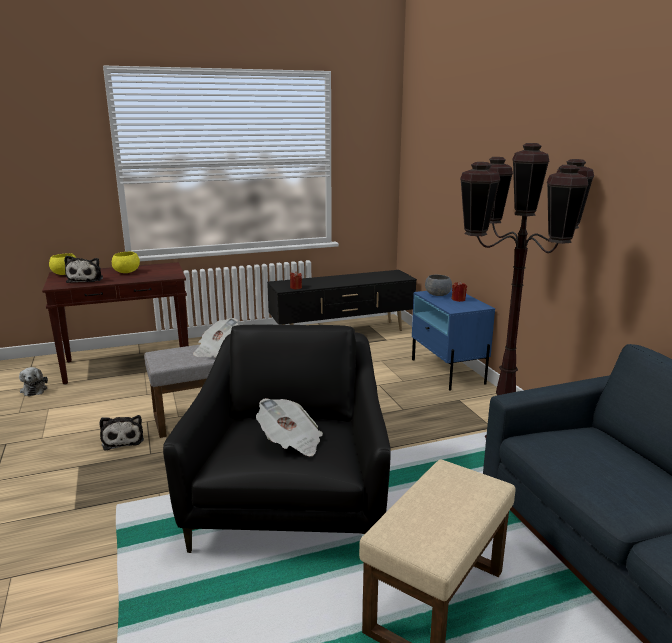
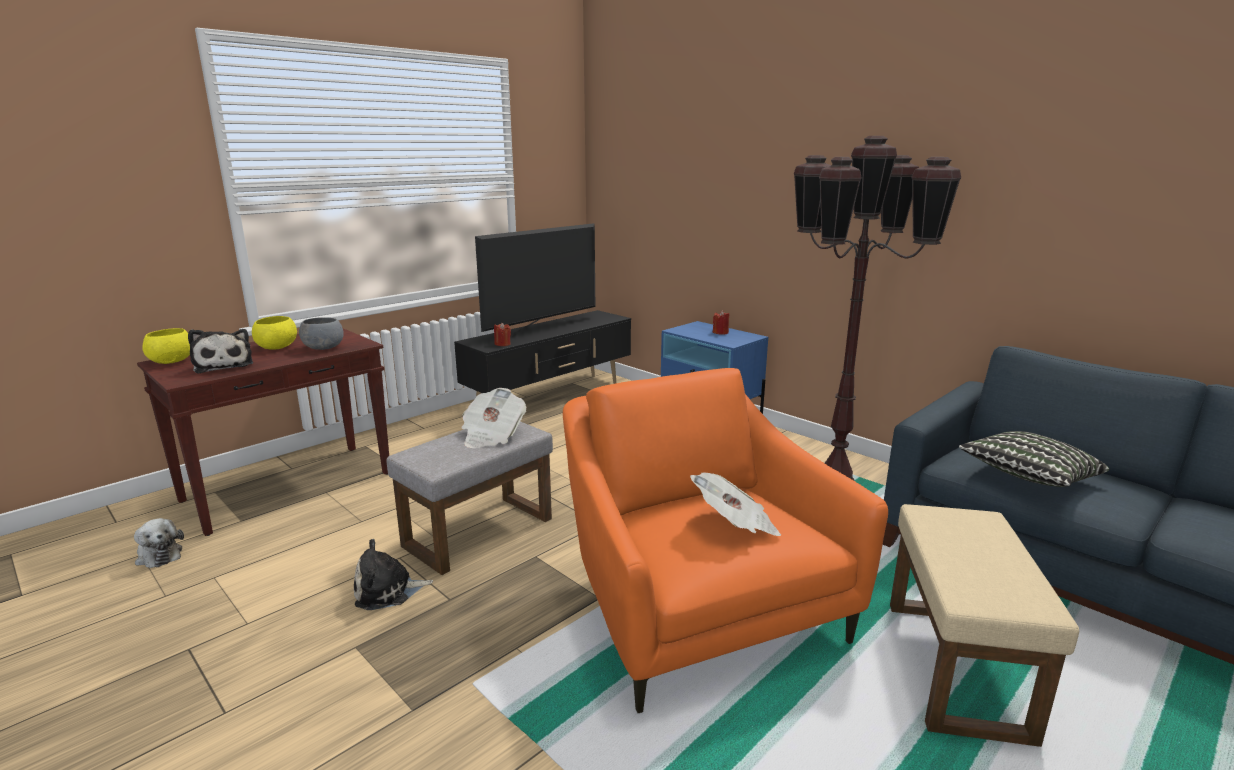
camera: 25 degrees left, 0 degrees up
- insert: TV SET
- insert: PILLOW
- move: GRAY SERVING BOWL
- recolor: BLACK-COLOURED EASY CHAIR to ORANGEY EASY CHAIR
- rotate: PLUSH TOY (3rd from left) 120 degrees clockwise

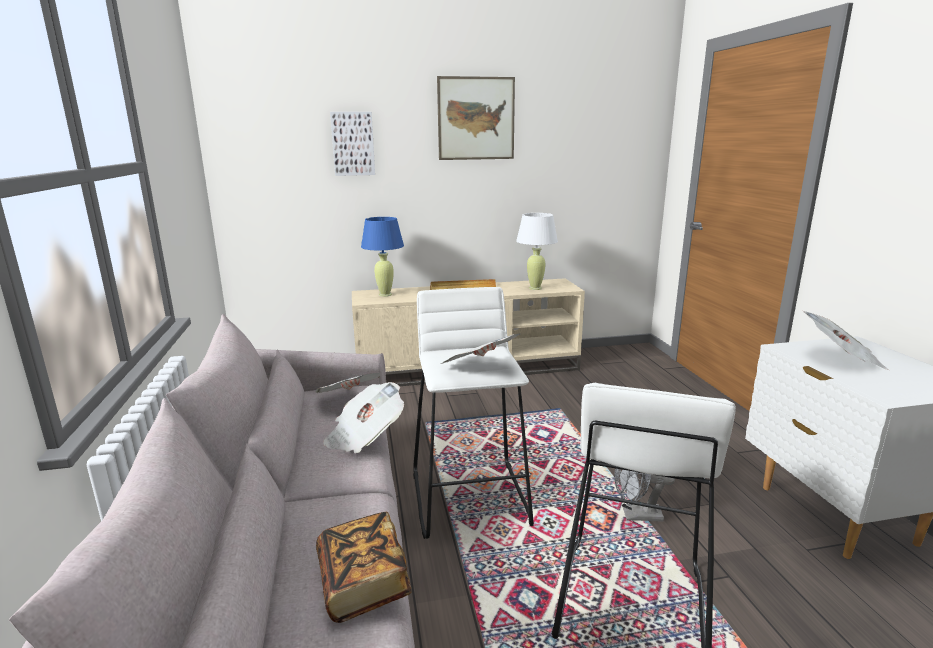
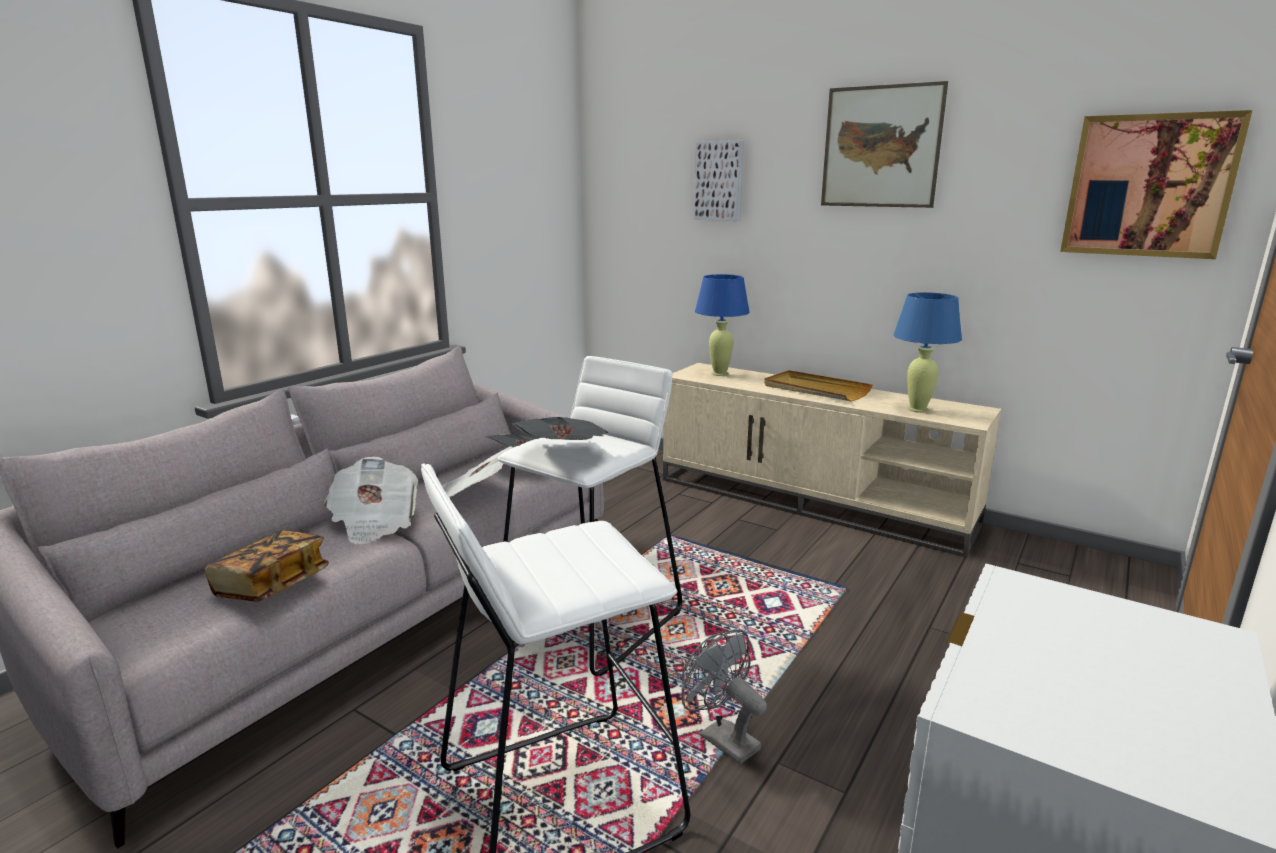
camera: 45 degrees right, 0 degrees up
- insert: PICTURE (3rd from left)
- move: DAILY PAPER (4th from left in the first image) to DAILY PAPER (1st from left)
- recolor: WHITE TABLETOP LAMP to BLUE TABLETOP LAMP (2nd from left)

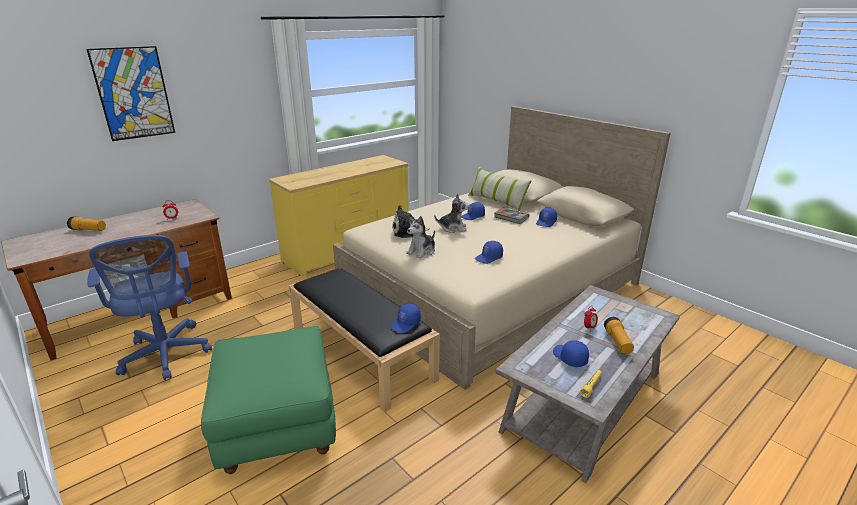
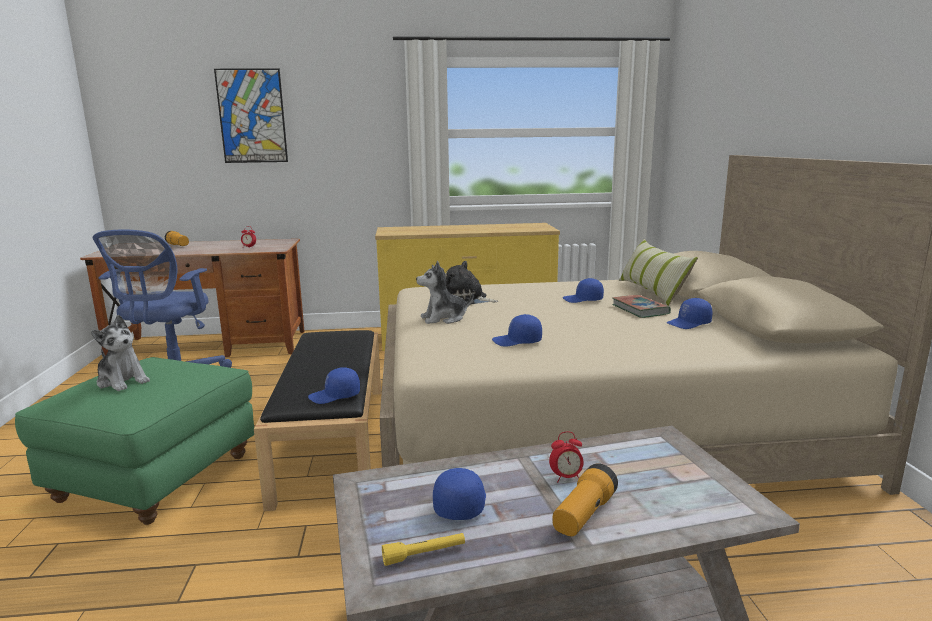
camera: 35 degrees right, 10 degrees down
- move: PLUSH TOY (3rd from left in the first image) to PLUSH TOY (1st from left)

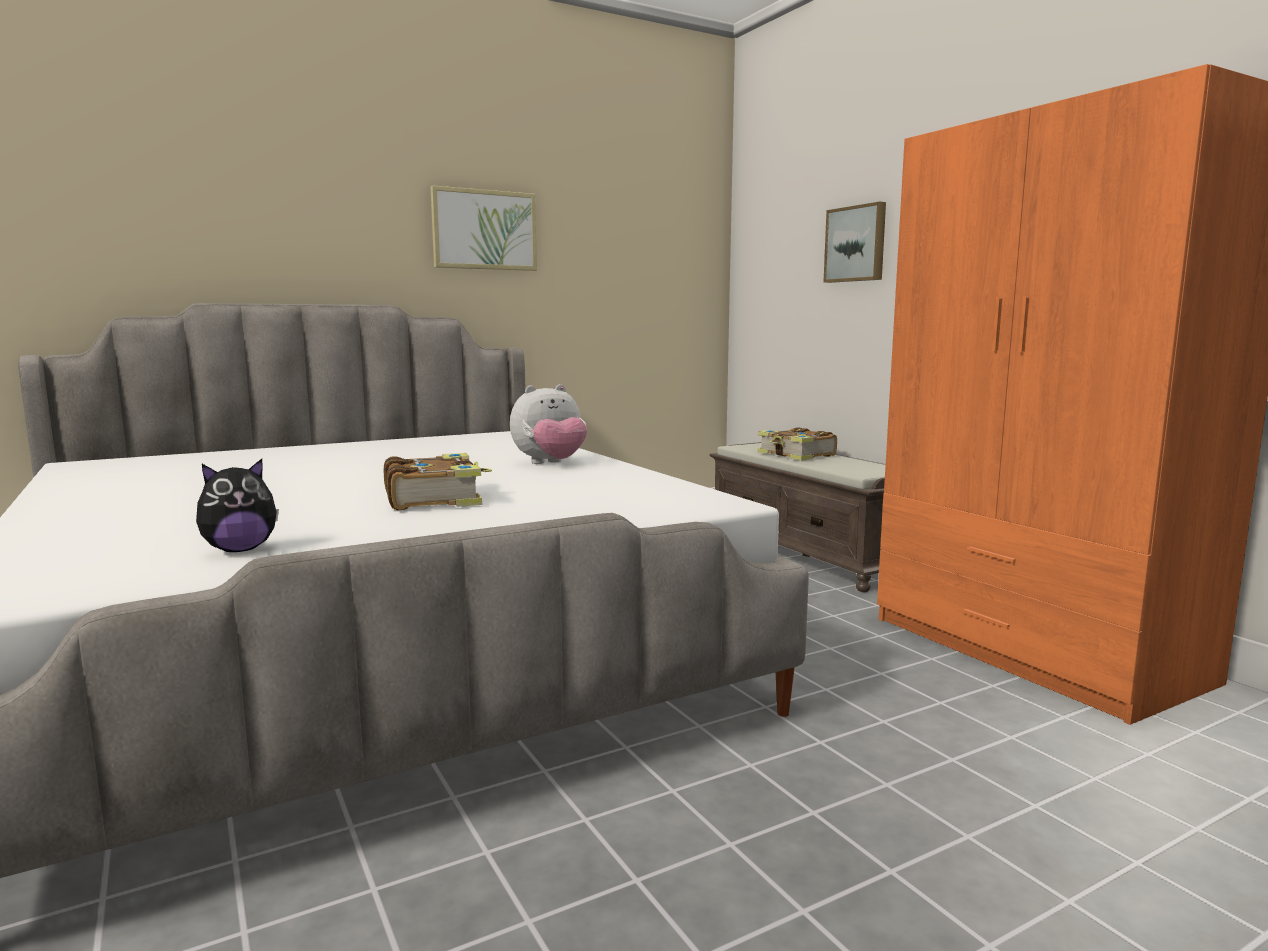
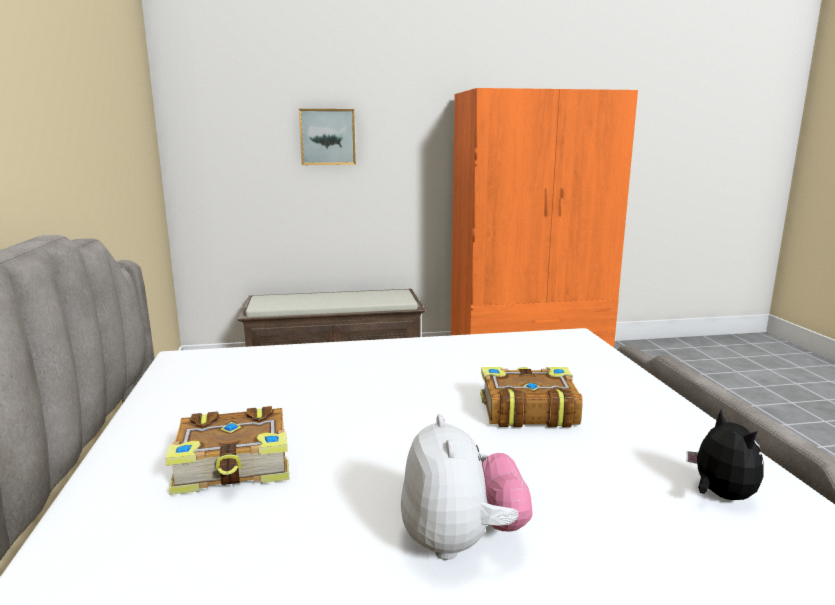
camera: 70 degrees left, 5 degrees up
- delete: PICTURE (1st from left)
- move: PLUSH TOY (2nd from left in the first image) to PLUSH TOY (1st from left)
- move: BOOK (2nd from left in the first image) to BOOK (1st from left)

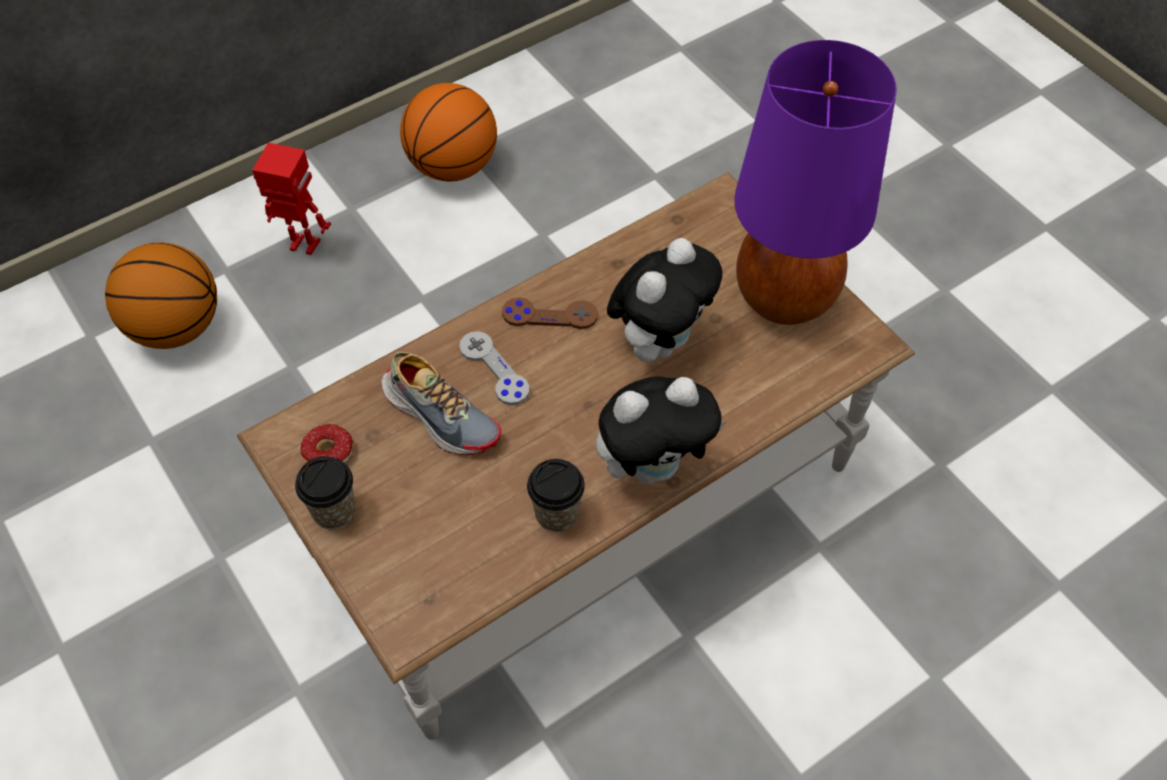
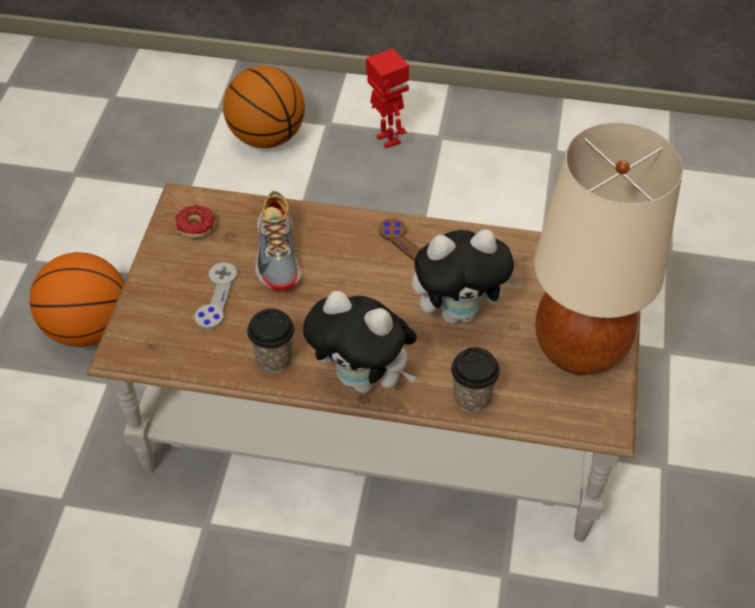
camera: 45 degrees right, 5 degrees down
- move: SMALL CUP (1st from left in the first image) to SMALL CUP (2nd from left)
- move: BASKETBALL (2nd from left in the first image) to BASKETBALL (1st from left)
- move: GRAY GAMEPAD
- recolor: PURPLISH TABLETOP LAMP to BEIGE-COLOURED TABLETOP LAMP

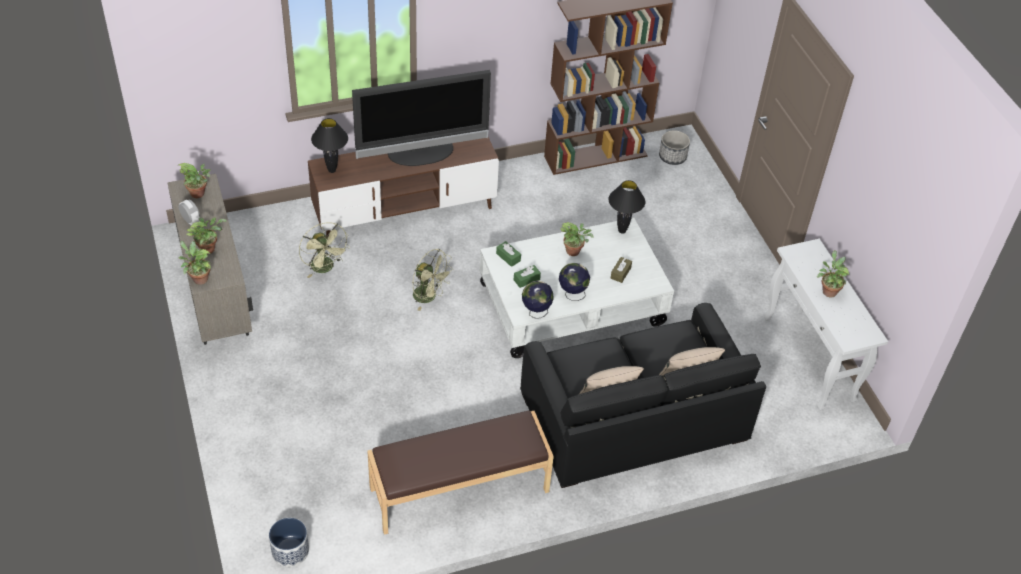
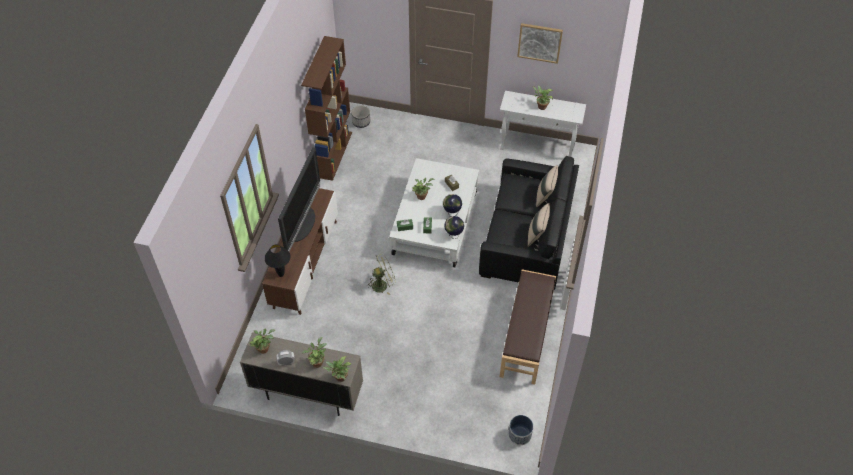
camera: 55 degrees left, 5 degrees up
- delete: GREENISH COOLING FAN (1st from left)
- delete: BLACK-COLOURED TABLETOP LAMP (2nd from left)
- insert: PICTURE

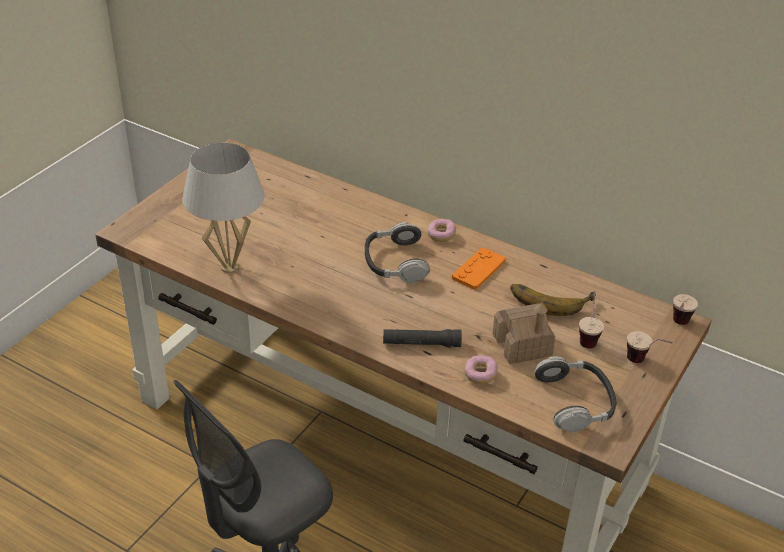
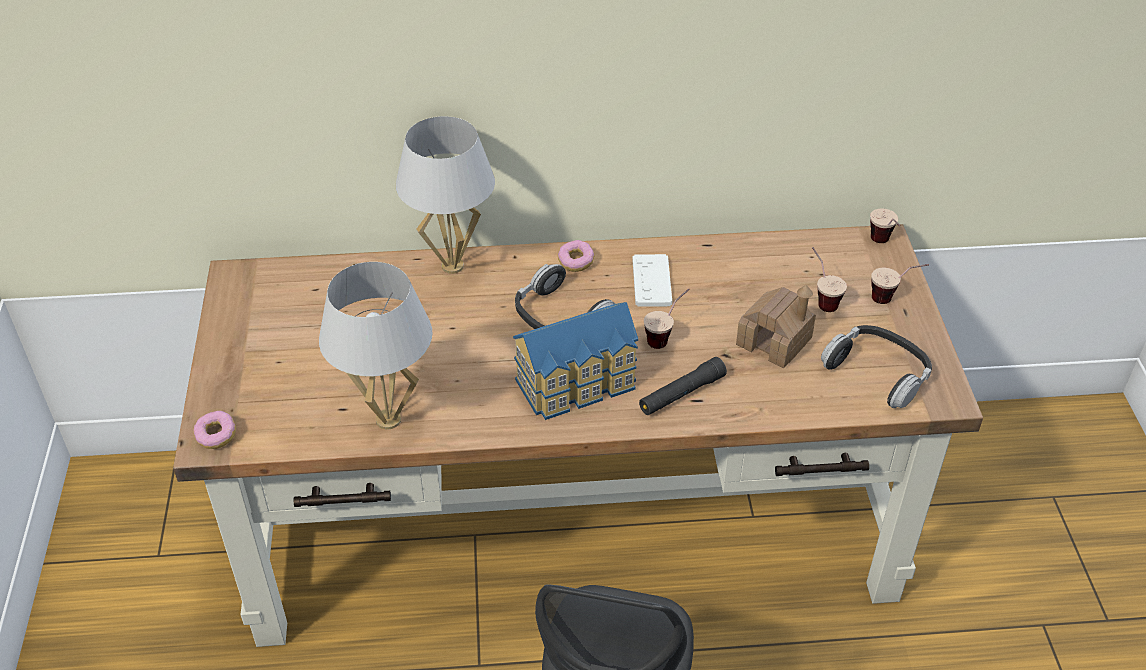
camera: 35 degrees left, 5 degrees up
- delete: BANANA FRUIT
- insert: WHITE TABLETOP LAMP (2nd from left)
- insert: TOY HOUSE (1st from left)
- insert: SMALL CUP (1st from left)
- move: RING DOUGHNUT (2nd from left in the first image) to RING DOUGHNUT (1st from left)
- recolor: ORANGEY GAMEPAD to WHITE GAMEPAD

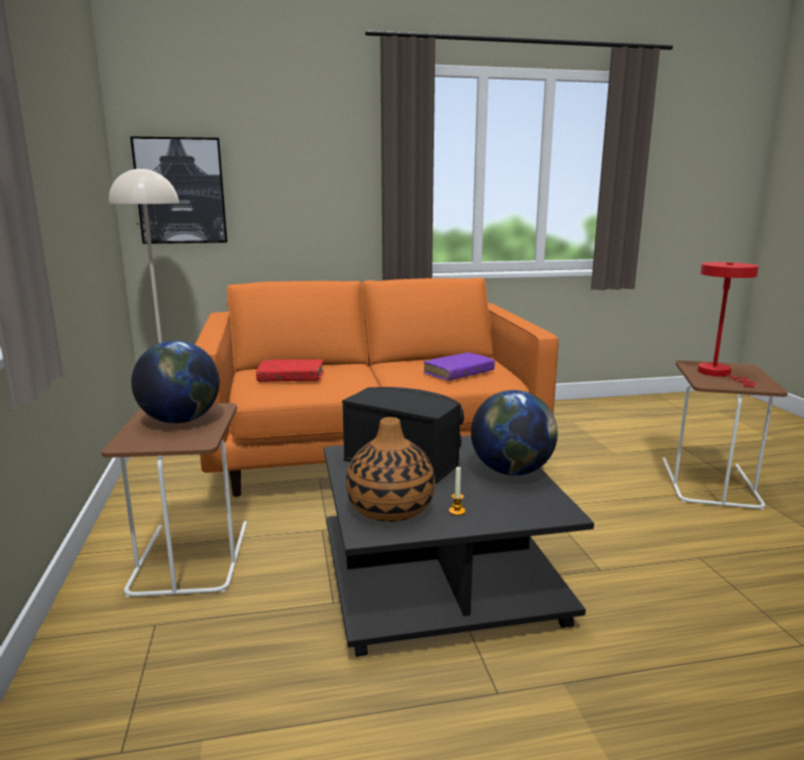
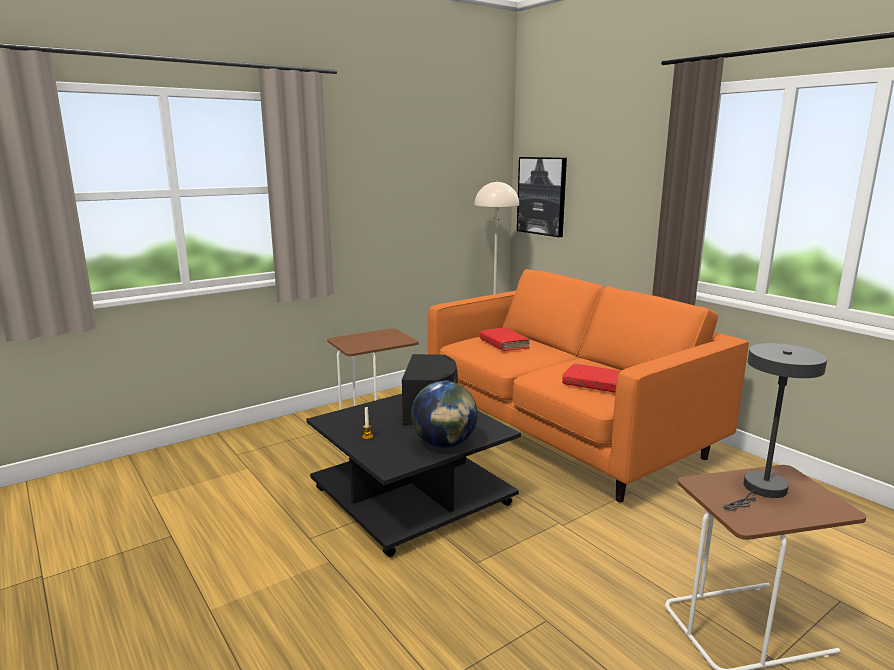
camera: 65 degrees right, 0 degrees up
- delete: GLOBE (1st from left)
- delete: VASE
- recolor: PURPLISH BOOK to REDDISH BOOK (2nd from left)
- recolor: REDDISH TABLETOP LAMP to GRAY TABLETOP LAMP

